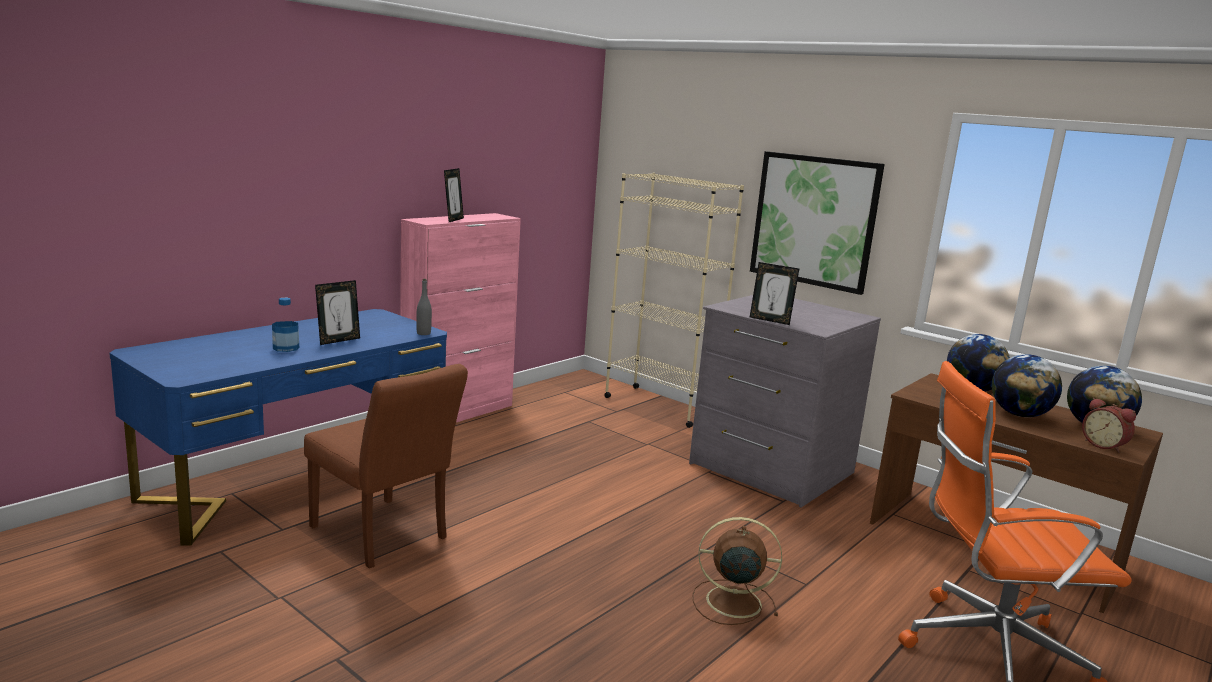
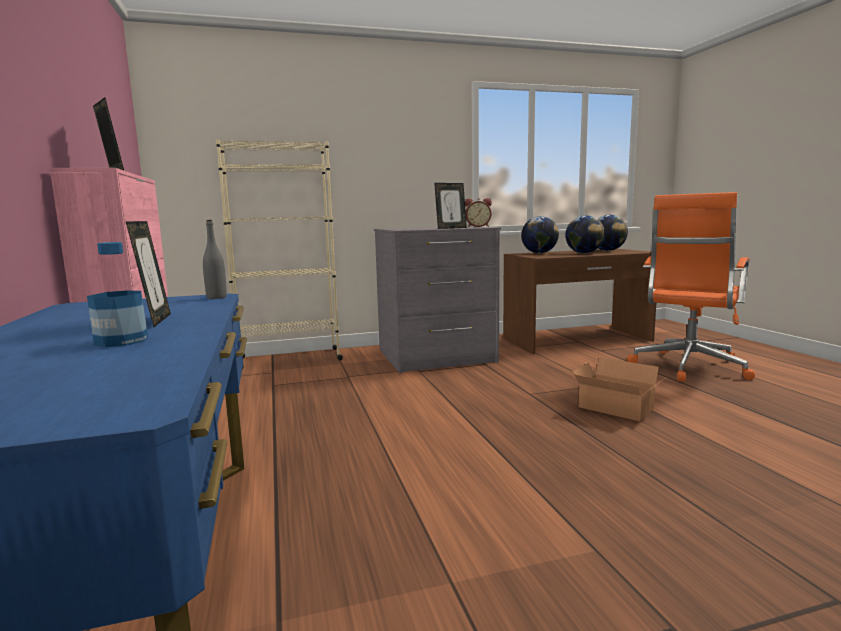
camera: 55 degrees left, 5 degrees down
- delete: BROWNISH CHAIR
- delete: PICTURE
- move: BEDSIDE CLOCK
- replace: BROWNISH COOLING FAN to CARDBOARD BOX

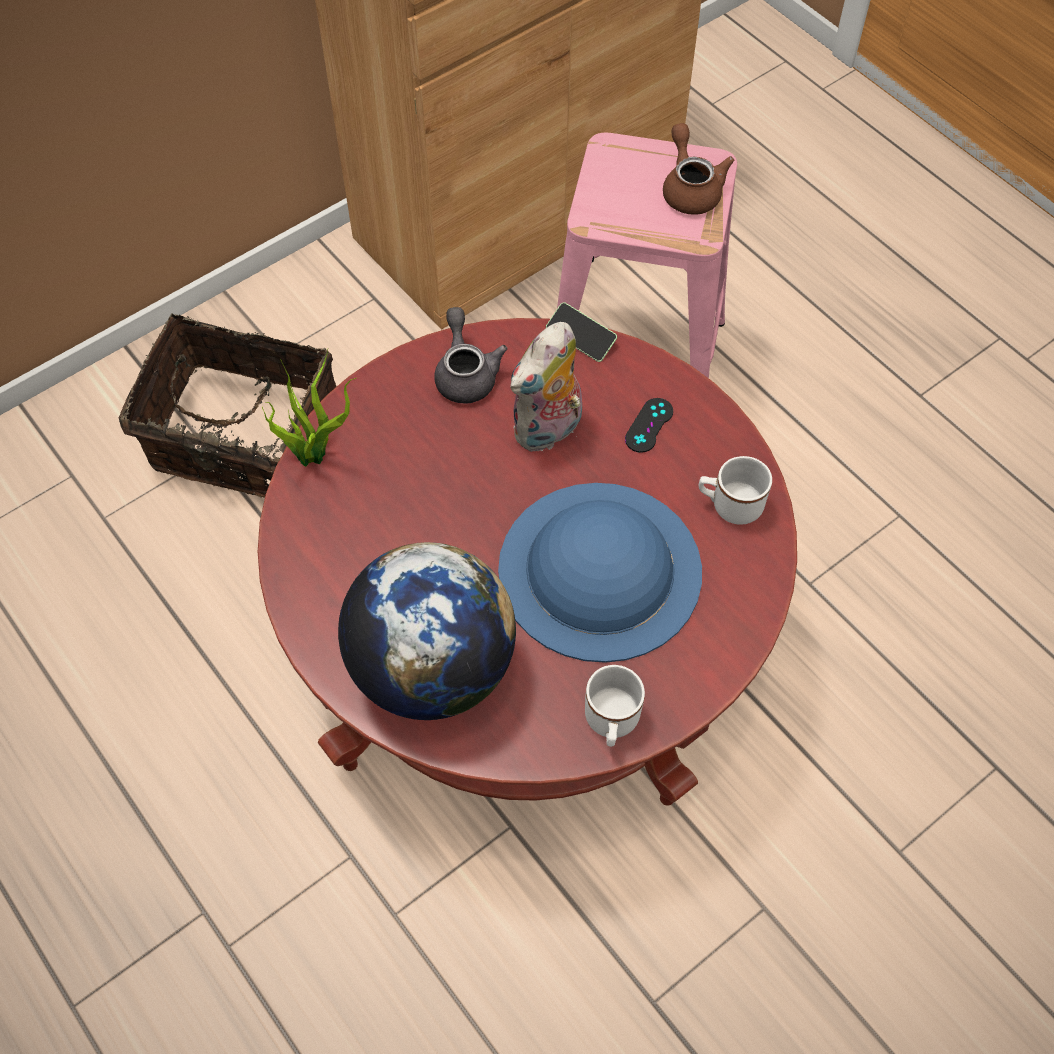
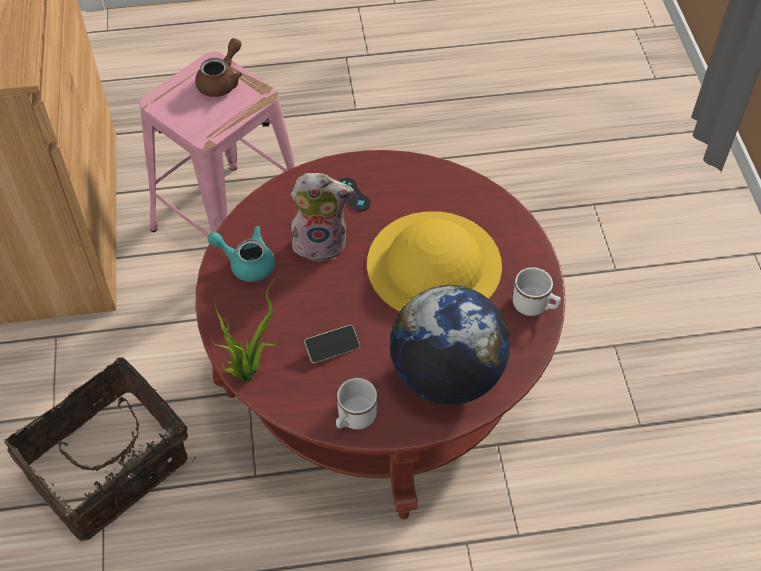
camera: 60 degrees left, 5 degrees down
- move: TELEPHONE
- move: WHITE COFFEE MUG (2nd from left in the first image) to WHITE COFFEE MUG (1st from left)
- recolor: GRAY TEAPOT to TURQUOISE-COLOURED TEAPOT
- recolor: BLUE HAT to YELLOW-COLOURED HAT
- rotate: PLUSH TOY 75 degrees counterclockwise
- rotate: BROWNISH TEAPOT 105 degrees clockwise

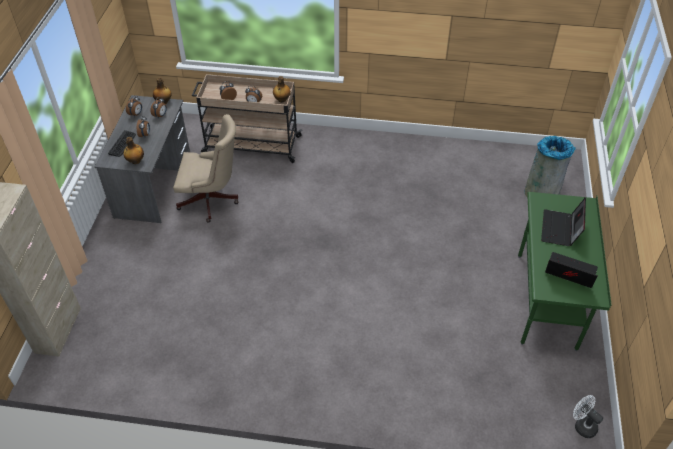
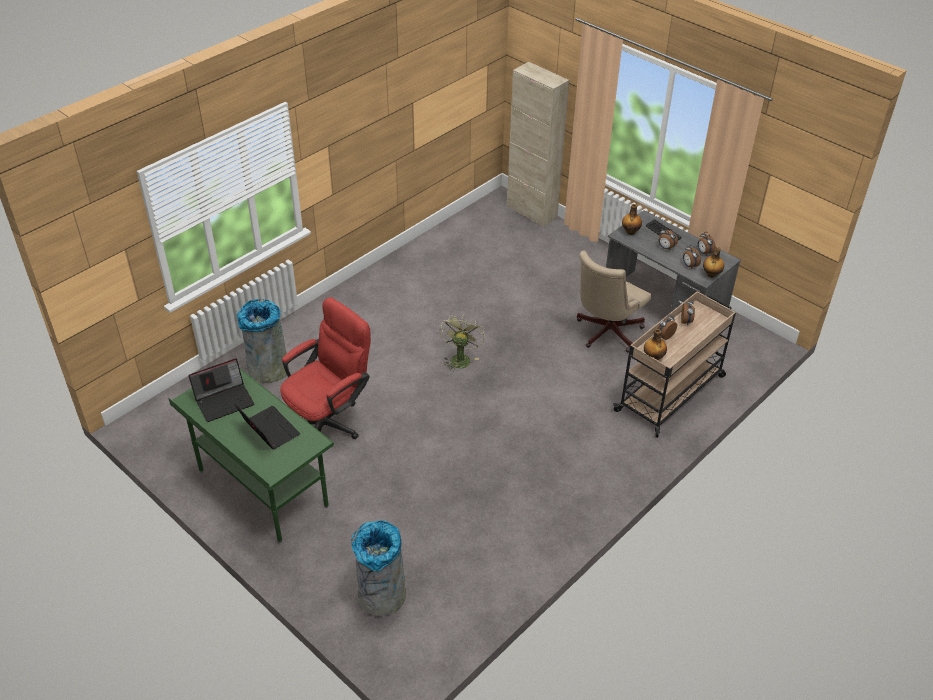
camera: 125 degrees right, 5 degrees down
- delete: WHITE COOLING FAN
- insert: GRAY RUBBISH BIN (1st from left)
- insert: REDDISH COMPUTER CHAIR
- insert: GREENISH COOLING FAN

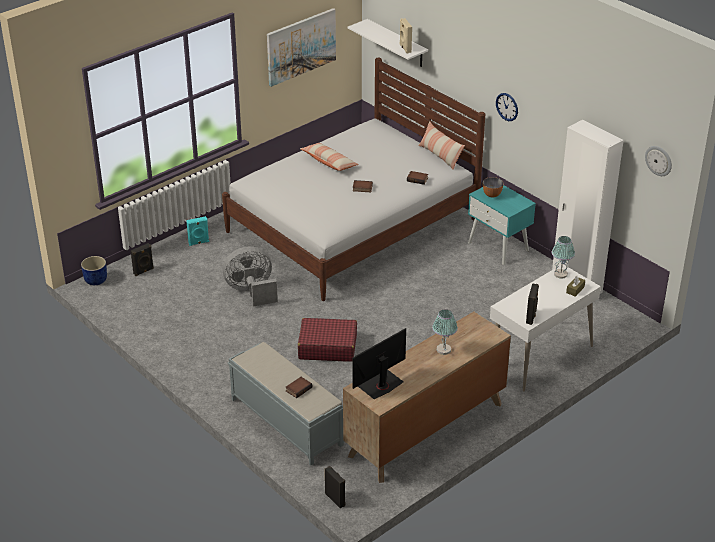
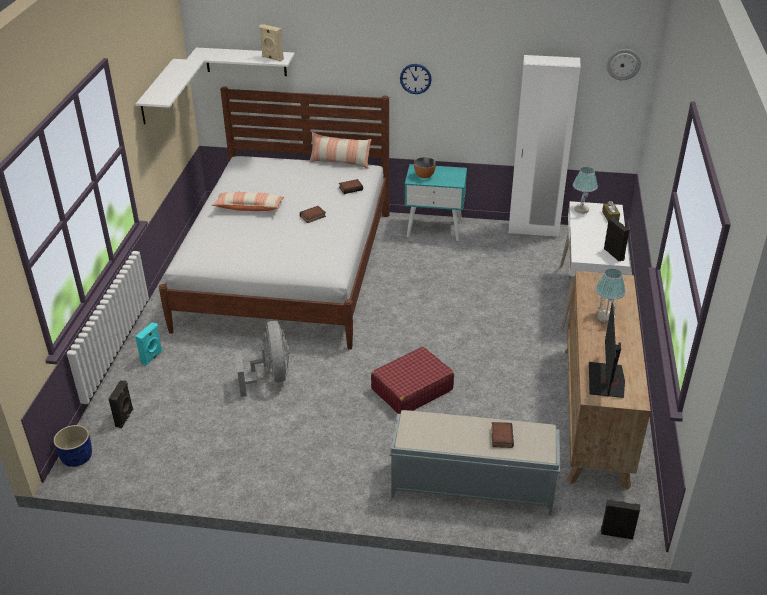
camera: 40 degrees left, 0 degrees up
- replace: PICTURE to WHITE WALL SHELF (1st from left)
- rotate: GRAY COOLING FAN 135 degrees clockwise

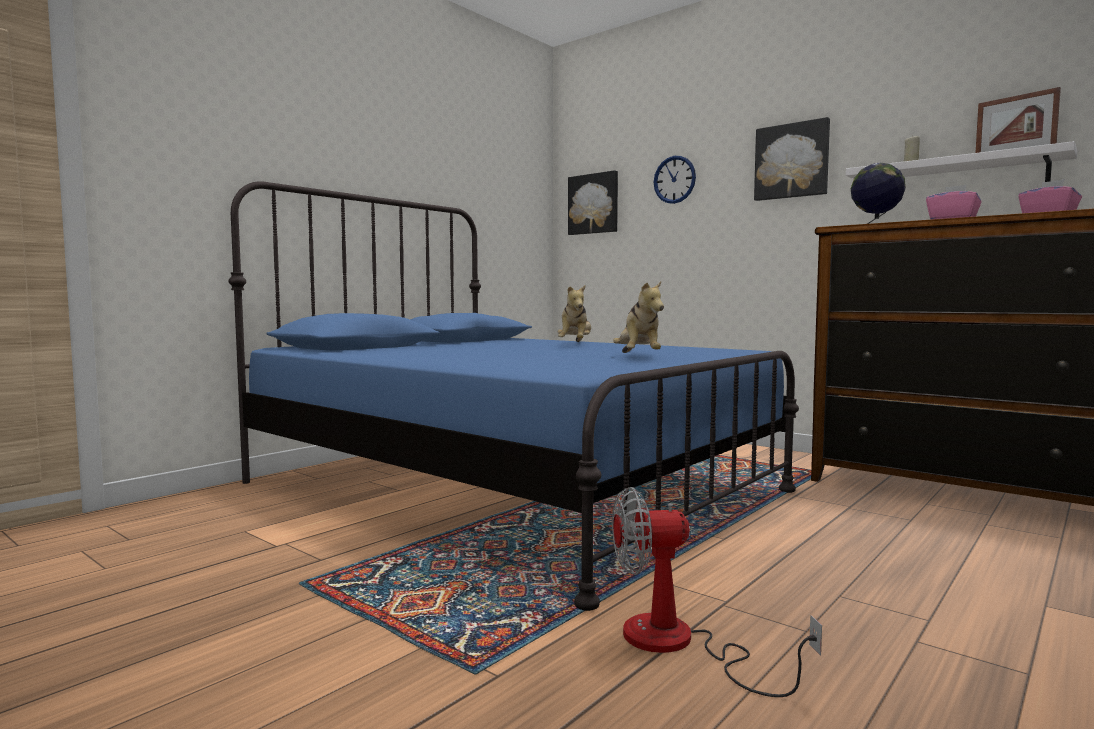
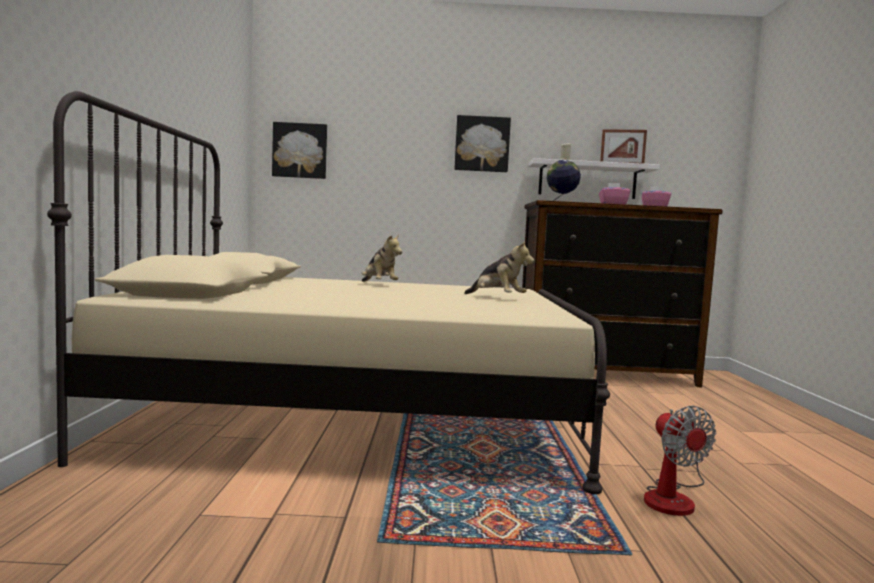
camera: 40 degrees left, 0 degrees up
- delete: WALL CLOCK
- recolor: BLUE BEDROOM BED to BEIGE-COLOURED BEDROOM BED
- rotate: COOLING FAN 60 degrees counterclockwise

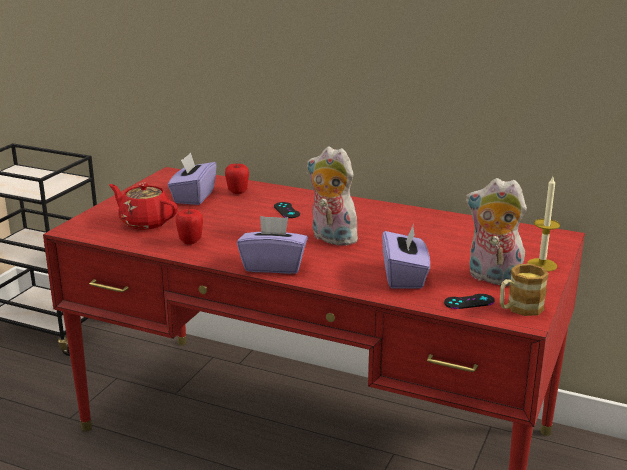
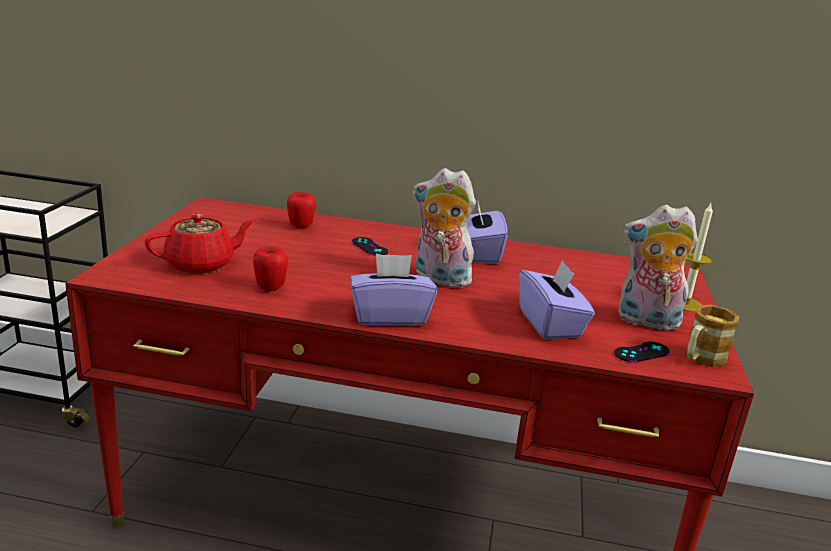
camera: 15 degrees left, 0 degrees up
- move: PURPLISH BOX OF TISSUES (1st from left in the first image) to PURPLISH BOX OF TISSUES (2nd from left)
- rotate: REDDISH TEAPOT 135 degrees clockwise

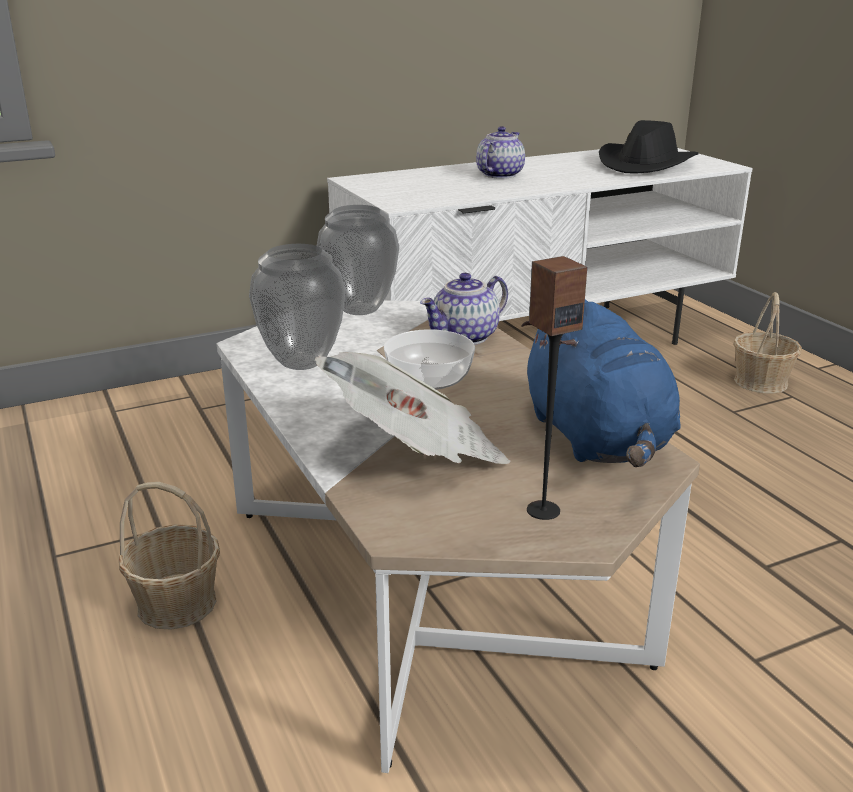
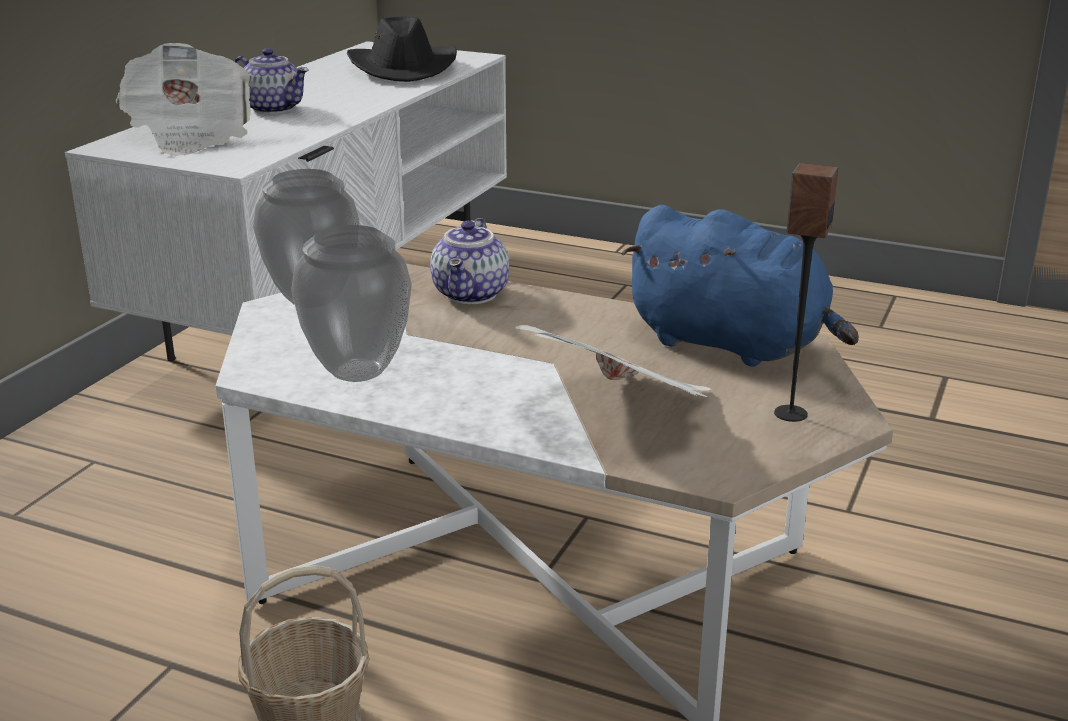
camera: 40 degrees left, 0 degrees up
- delete: SERVING BOWL
- delete: STORAGE BASKET (2nd from left)
- insert: DAILY PAPER (1st from left)
- rotate: TEAPOT (2nd from left in the first image) 135 degrees clockwise

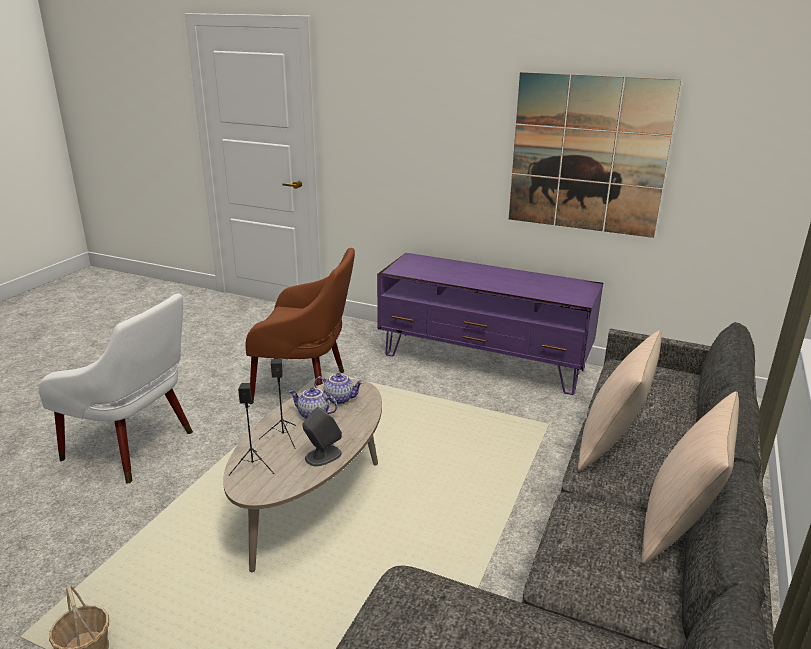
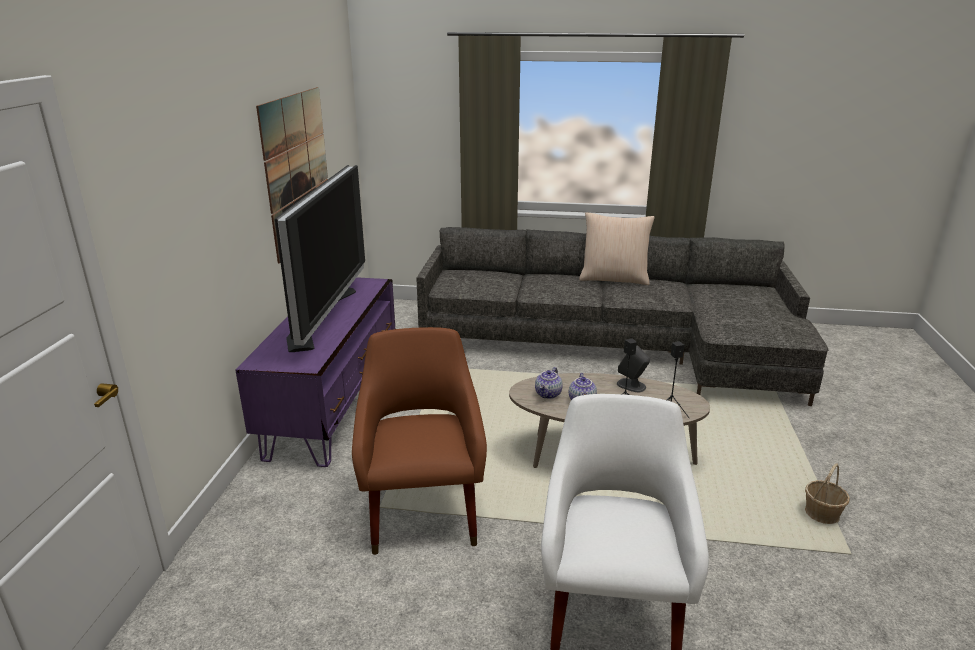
camera: 105 degrees left, 0 degrees up
- delete: BEIGE-COLOURED PILLOW (1st from left)
- insert: TV SET
- rotate: TEAPOT (2nd from left in the first image) 150 degrees counterclockwise

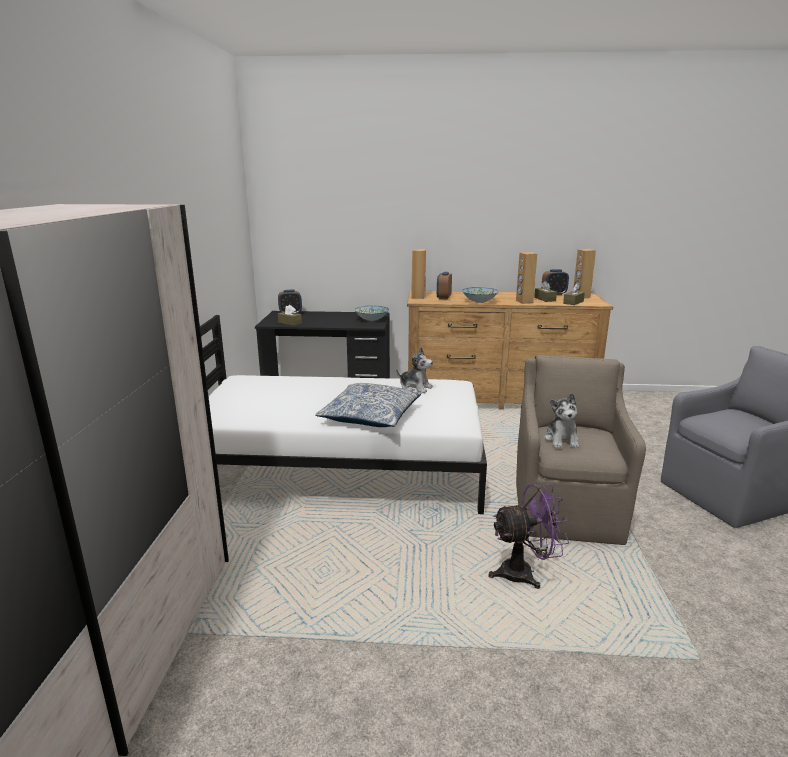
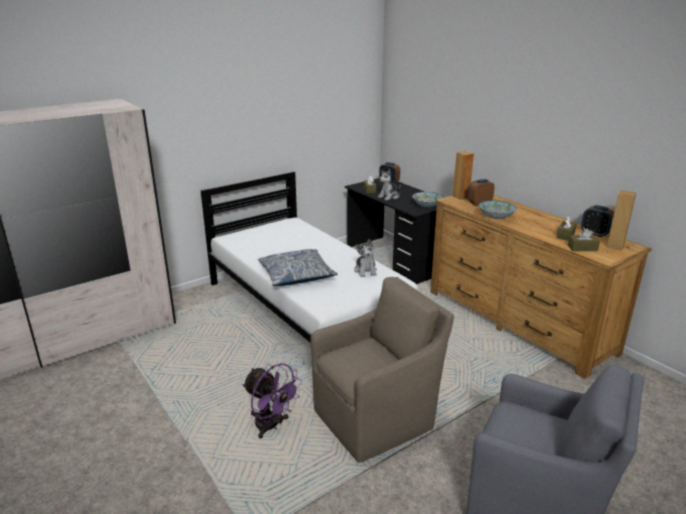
camera: 50 degrees right, 5 degrees up
- delete: BROWNISH LOUDSPEAKER (2nd from left)
- move: PLUSH TOY (2nd from left)

